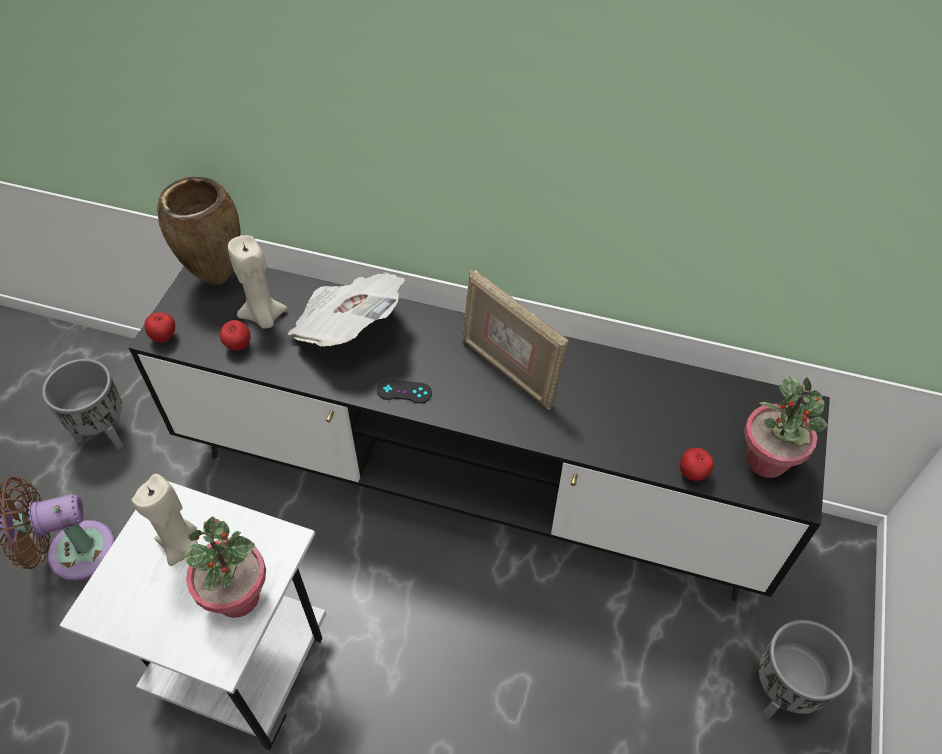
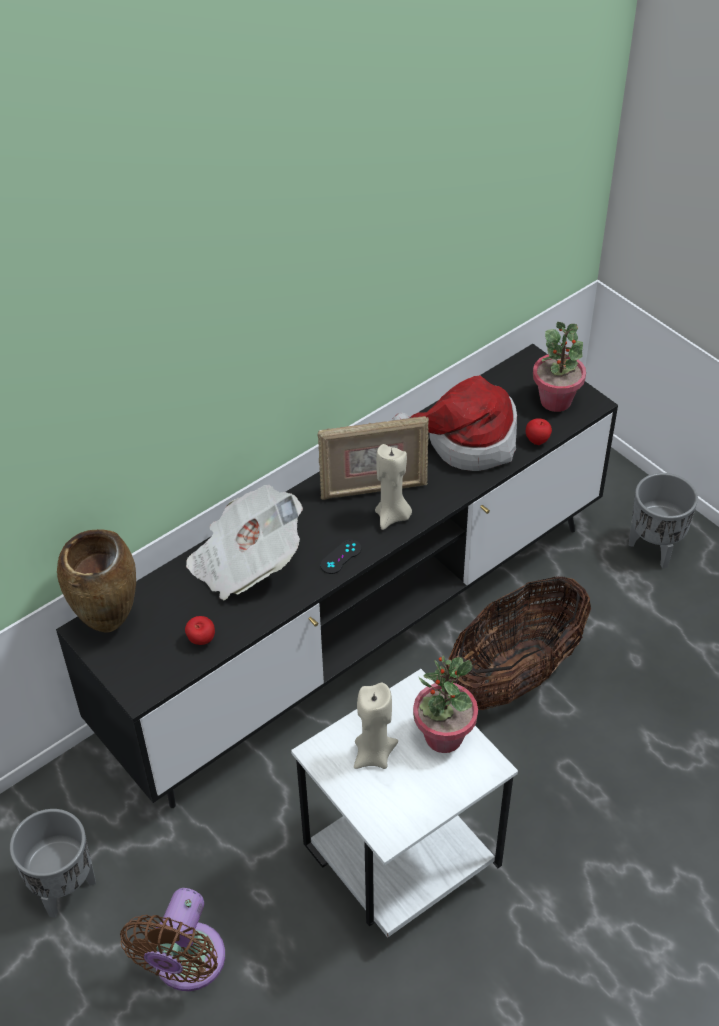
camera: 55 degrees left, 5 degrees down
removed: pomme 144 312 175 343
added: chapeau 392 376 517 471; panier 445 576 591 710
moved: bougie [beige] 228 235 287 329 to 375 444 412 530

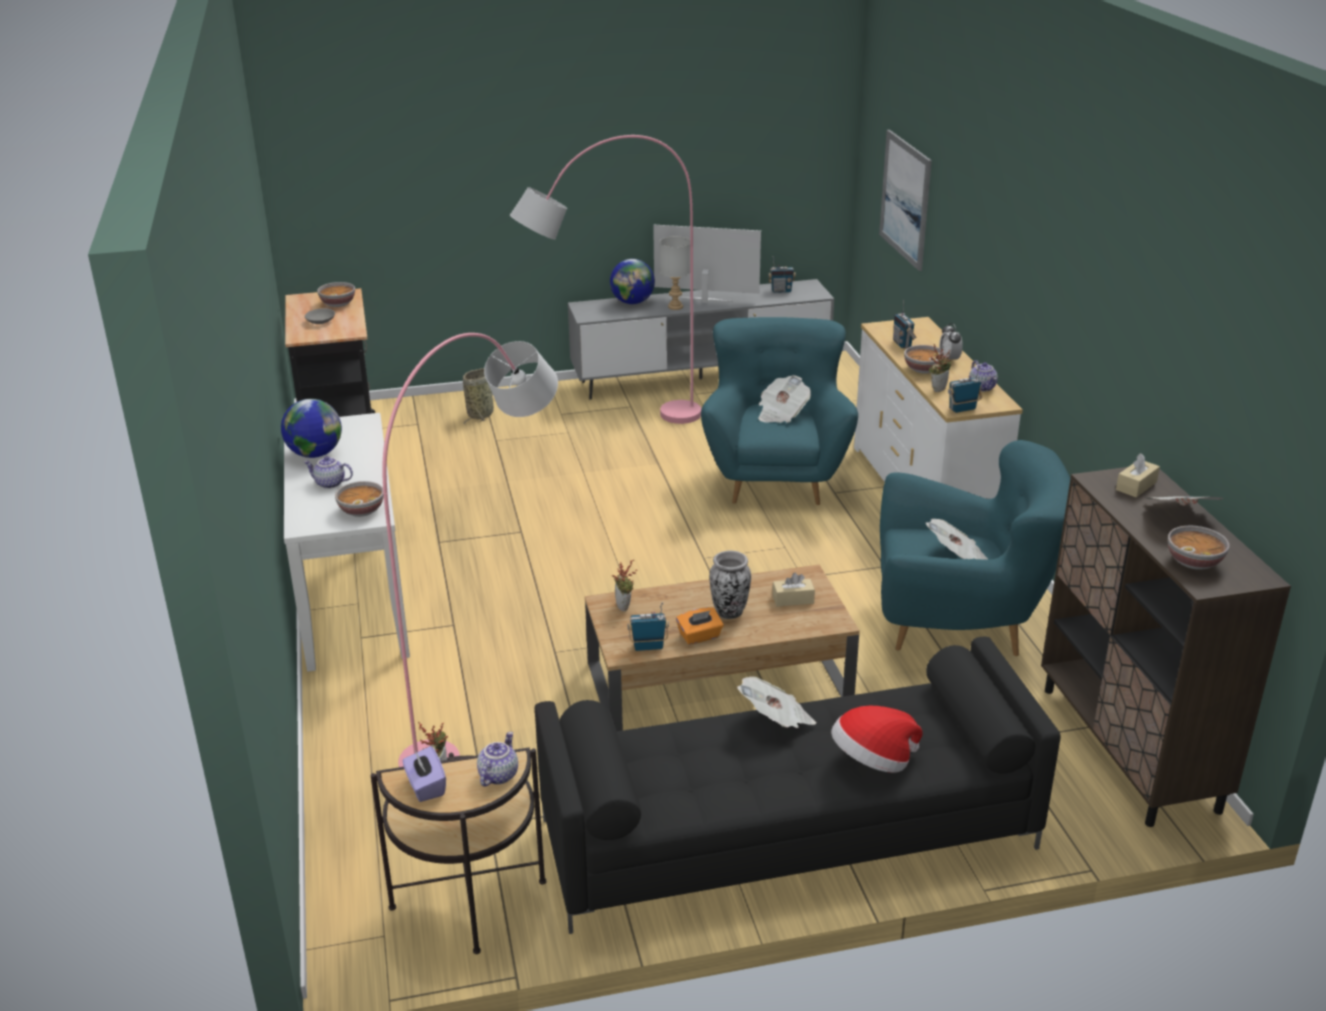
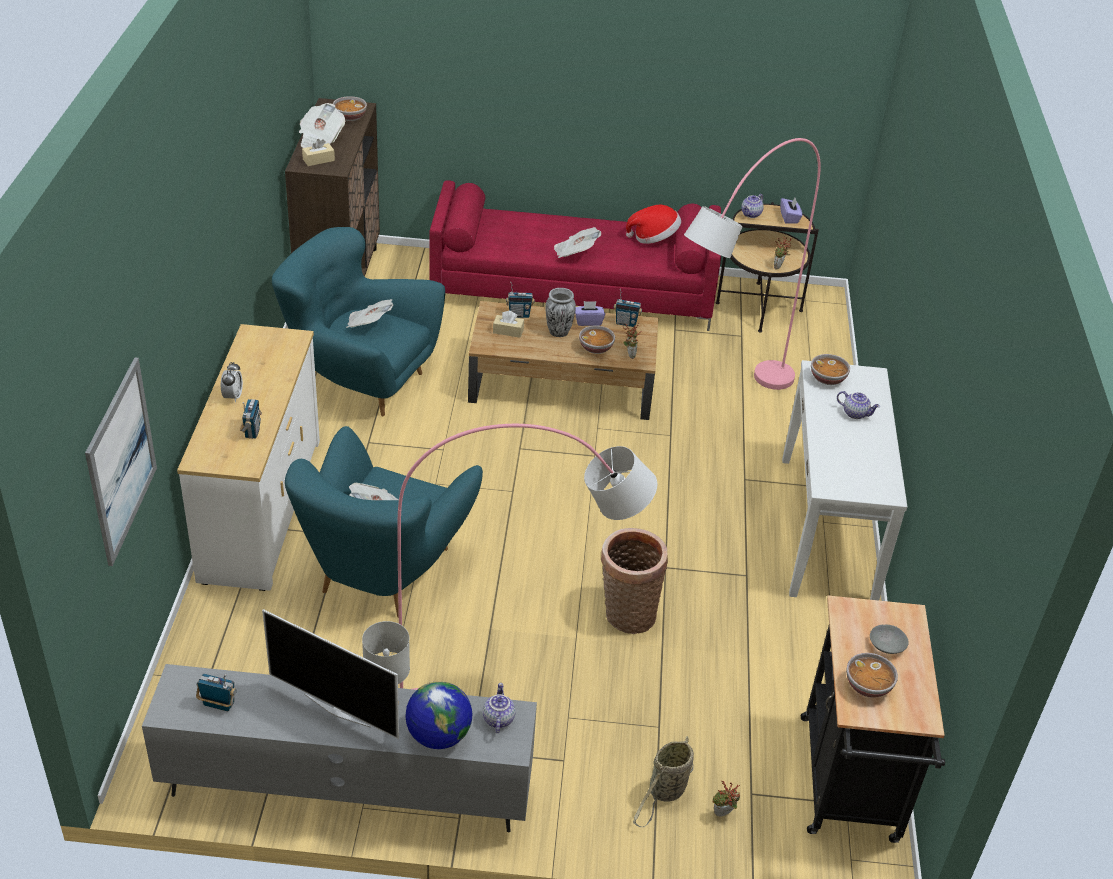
camera: 165 degrees left, 10 degrees up
removed: globe 281 399 342 458
added: panier 601 528 668 634
moved: chapeau 831 706 923 773 to 626 205 681 244; bol 904 345 946 373 to 579 325 615 354; plante en pot 929 344 952 392 to 712 781 740 817; radio 948 365 982 413 to 506 282 534 318; théière 969 360 998 392 to 483 683 516 733
recoloured: canapé [noir] 535 636 1060 934 to canapé [rouge] 430 180 721 331; boîte à mouchoirs [orange] 676 607 724 645 to boîte à mouchoirs [violet] 575 301 605 326

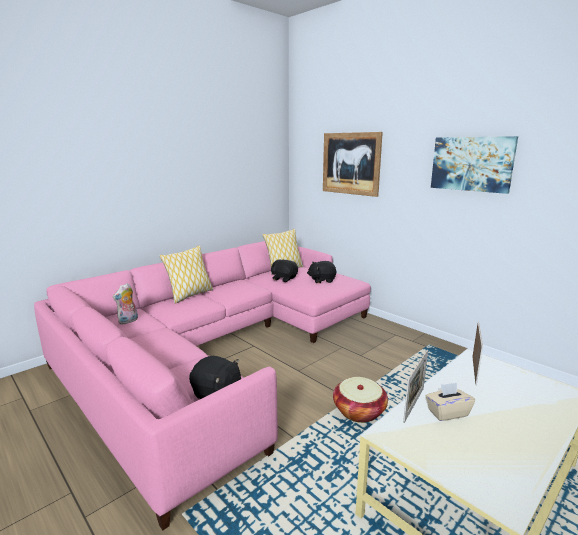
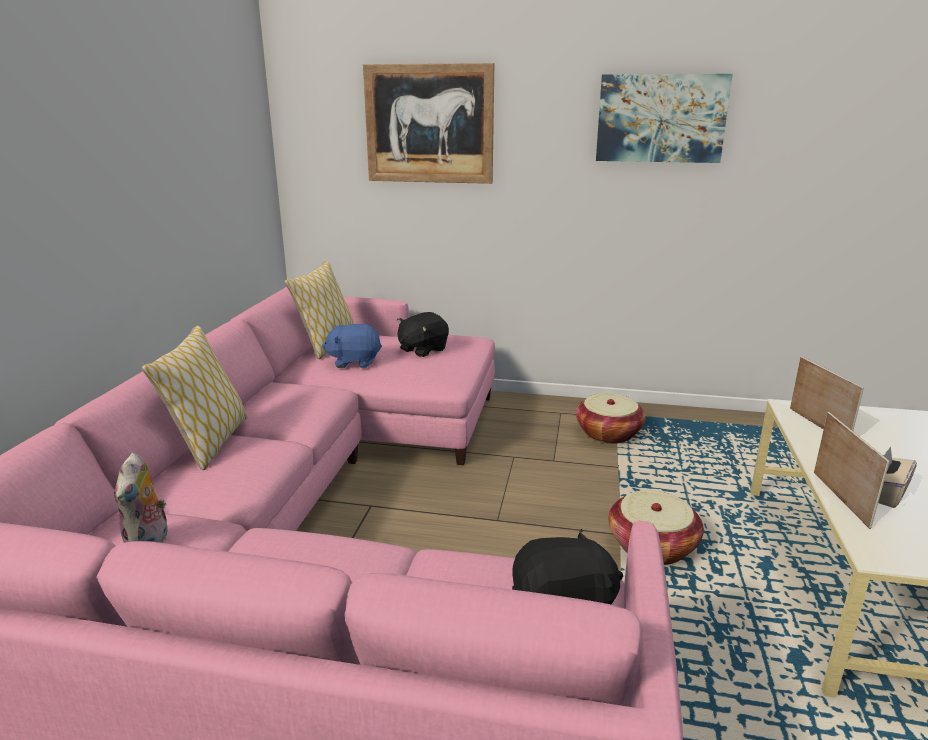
camera: 35 degrees left, 5 degrees up
added: panier 576 393 645 444
recoloured: peluche [noir] 271 259 298 282 to peluche [bleu] 322 324 382 368

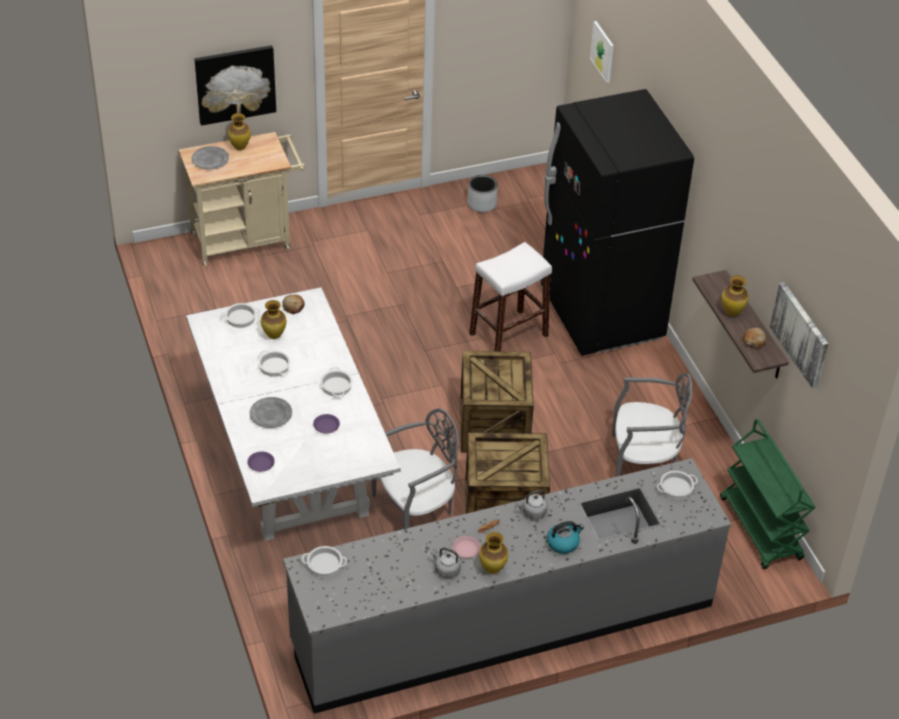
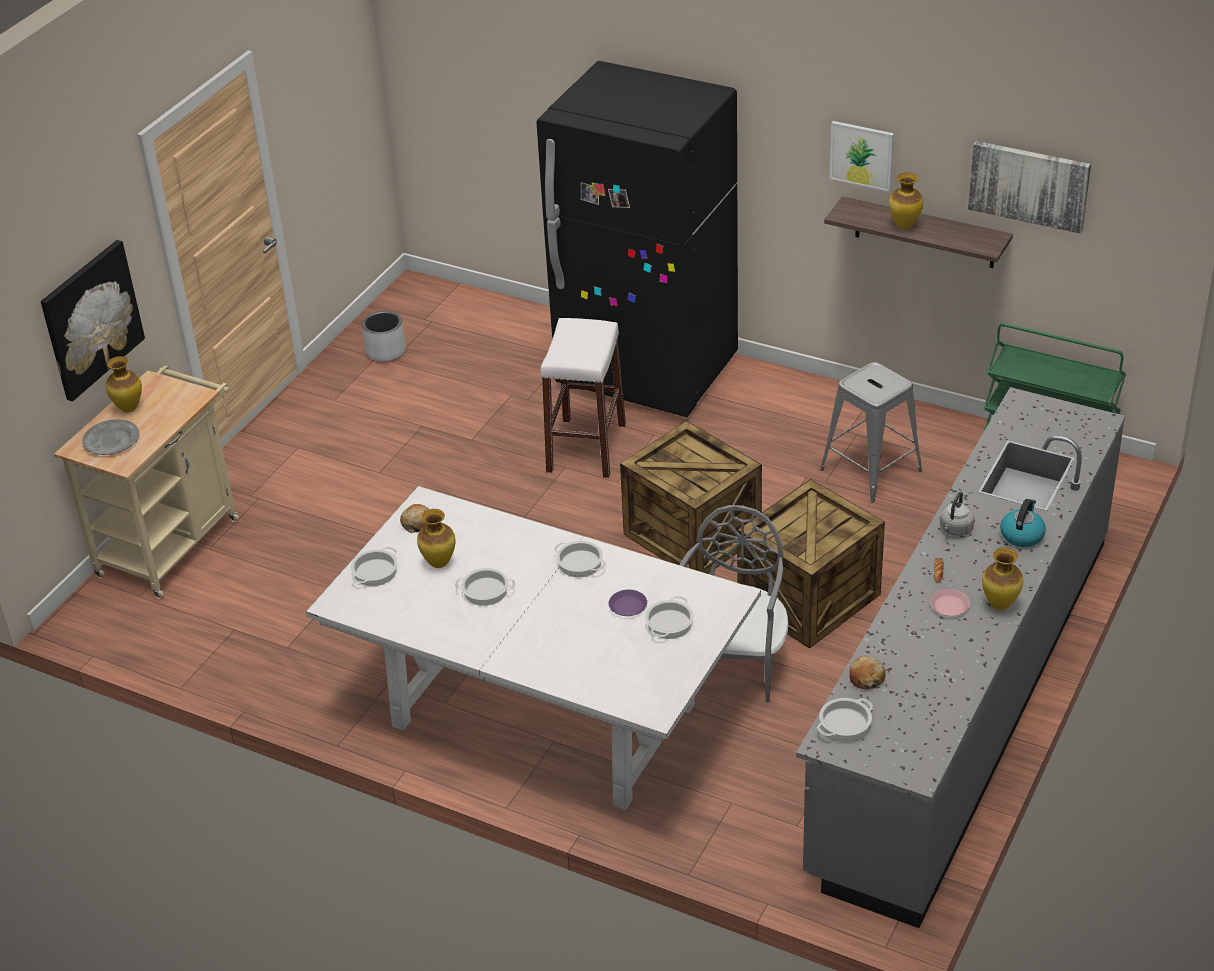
camera: 40 degrees left, 5 degrees down
removed: assiette [violet] 247 451 275 472; assiette [gris] 250 397 292 428; bouilloire [gris] 431 548 461 578
moved: tableau 590 21 614 83 to 830 121 894 192; marmite 657 471 698 500 to 645 596 694 639; pain 743 327 767 349 to 849 656 885 690
replaced: chaise [gris] 612 373 692 477 to tabouret [gris] 820 362 922 503

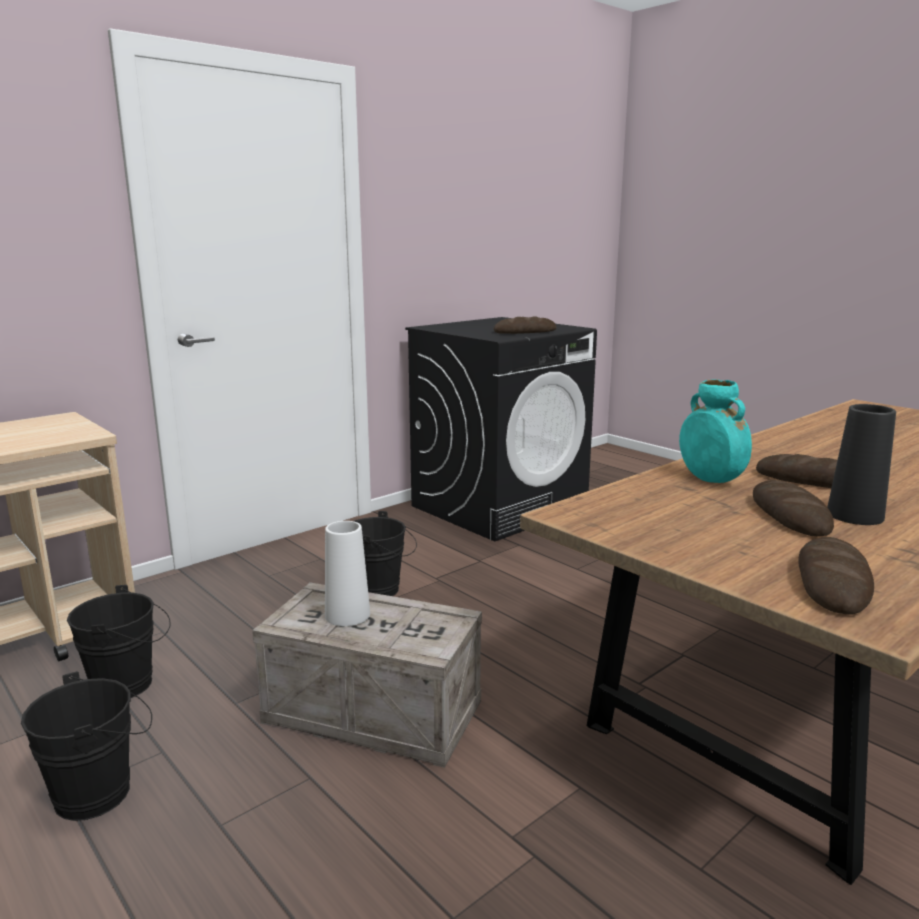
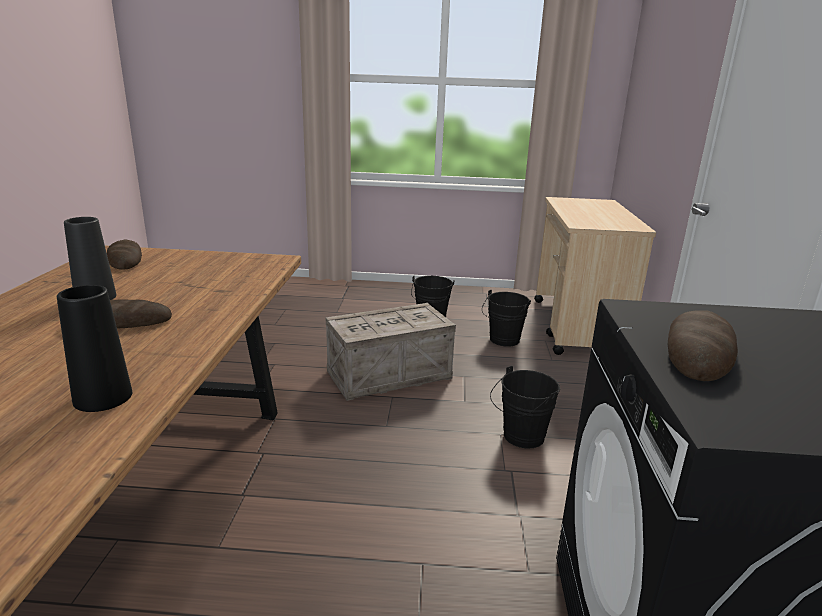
camera: 135 degrees right, 5 degrees up
removed: vase [blanc] 325 521 370 626; vase [turquoise] 679 379 752 483; pain 753 480 834 536
added: vase [noir] 57 285 132 412

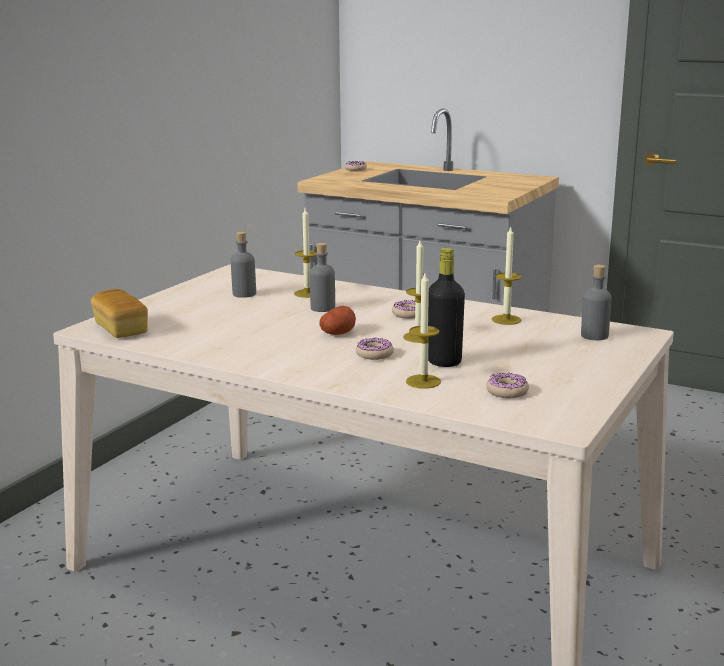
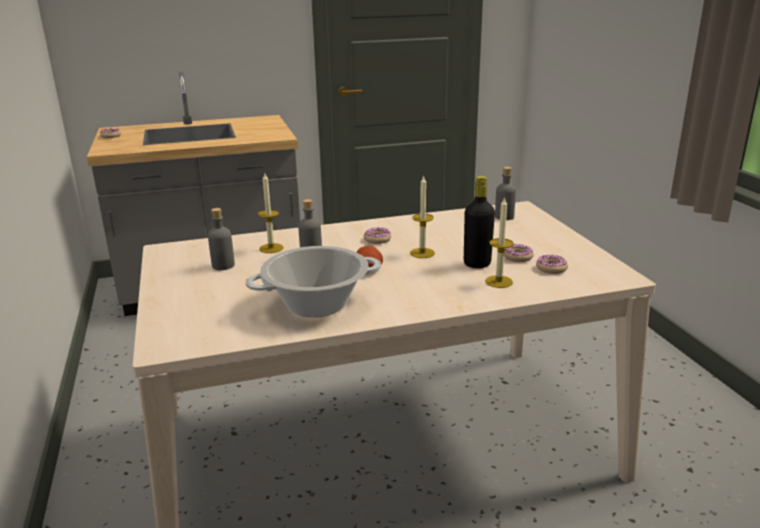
camera: 45 degrees left, 5 degrees up
removed: pain 91 289 148 338; bougie 492 227 522 325
added: marmite 245 246 381 317
moved: beignet 356 337 394 360 to 504 244 534 262

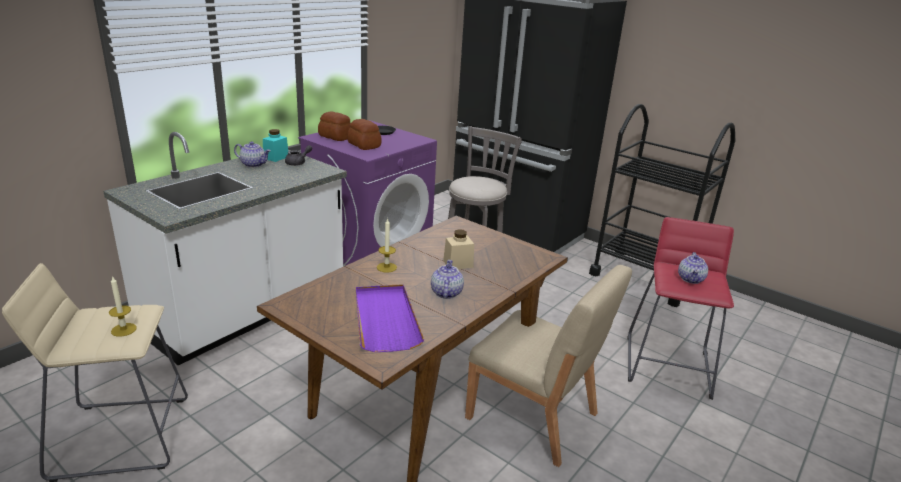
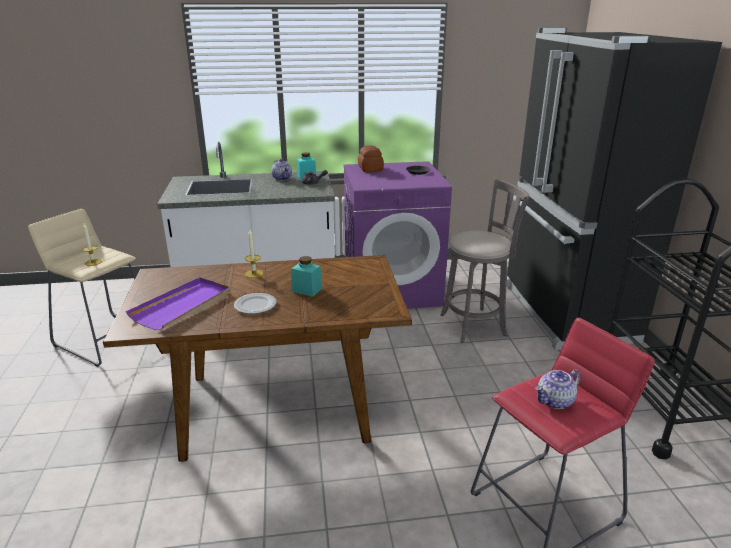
camera: 45 degrees right, 0 degrees up
removed: pain 347 119 381 150; chaise [beige] 465 265 632 467
replaced: théière 431 260 464 299 to assiette 234 293 277 314
recoloured: bocal [beige] 443 229 474 269 to bocal [turquoise] 291 256 322 297

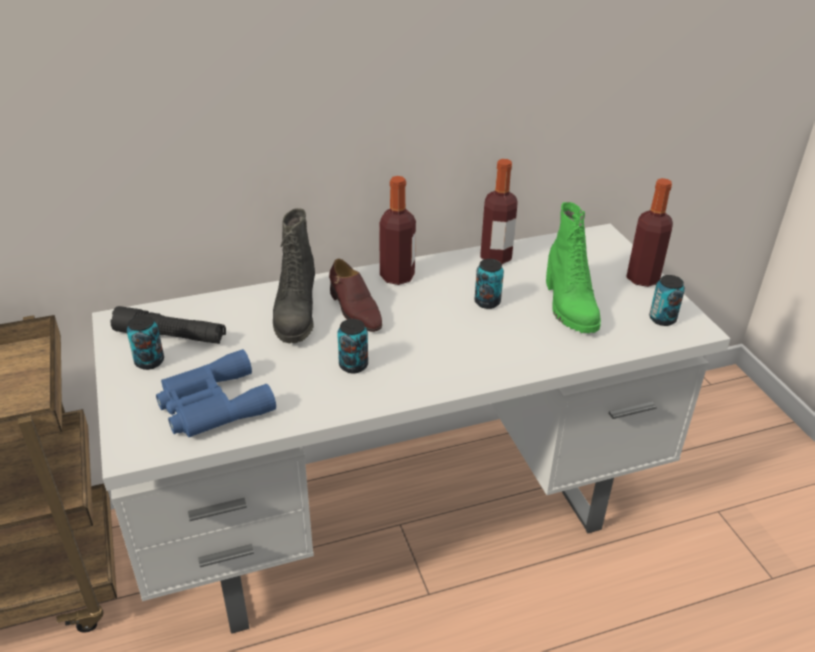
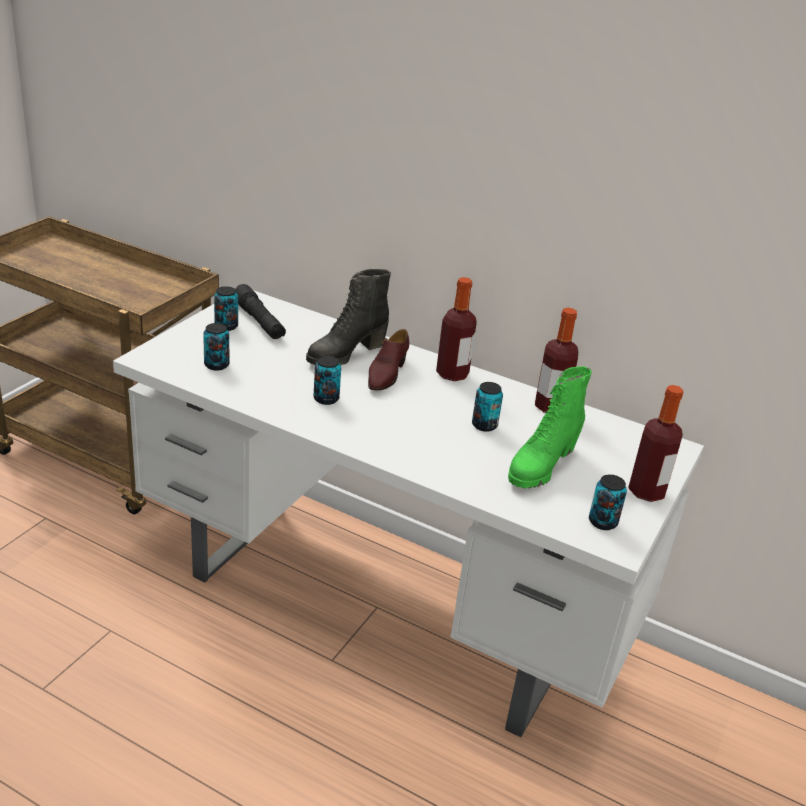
camera: 45 degrees right, 5 degrees down
replaced: jumelles [bleu] 156 349 276 437 to boîte métallique 203 323 229 371

